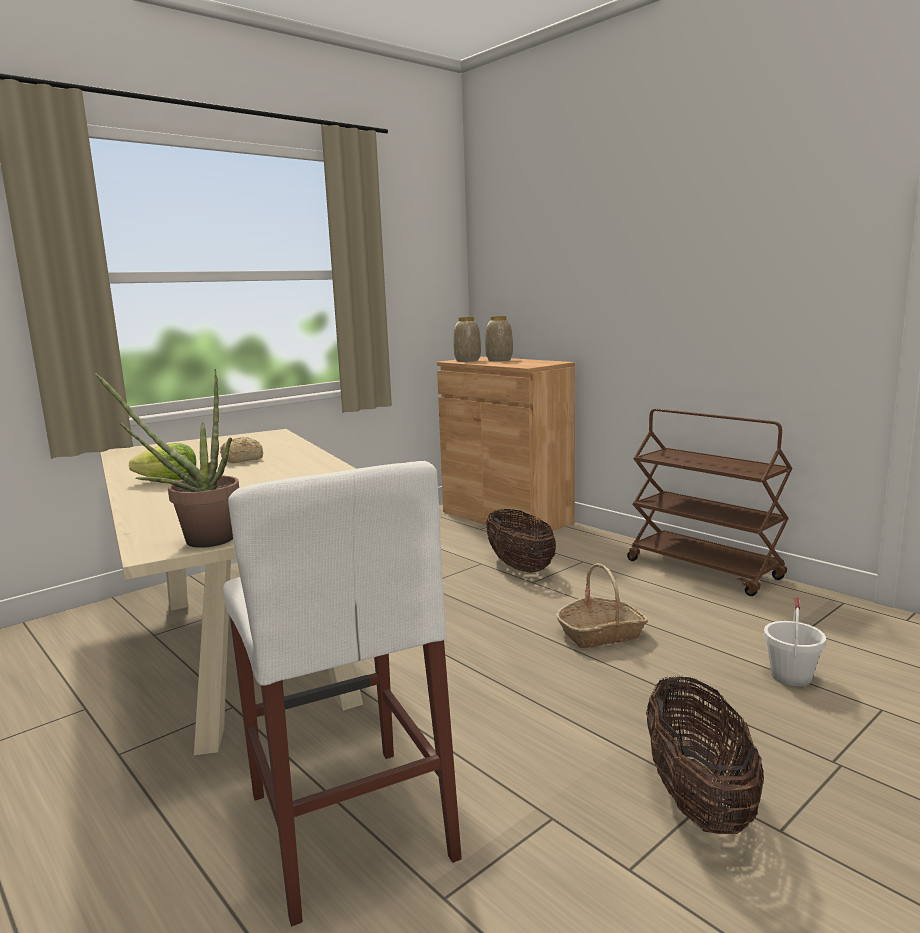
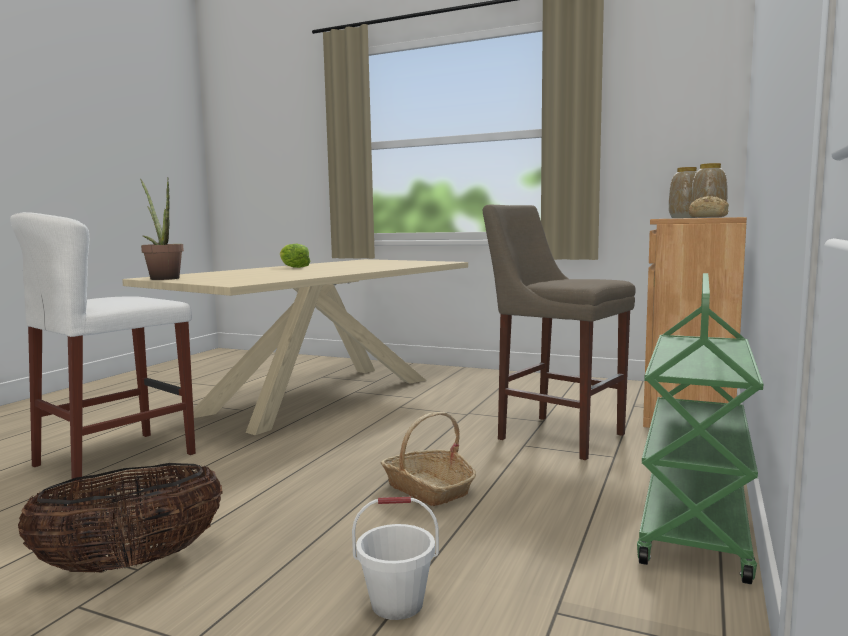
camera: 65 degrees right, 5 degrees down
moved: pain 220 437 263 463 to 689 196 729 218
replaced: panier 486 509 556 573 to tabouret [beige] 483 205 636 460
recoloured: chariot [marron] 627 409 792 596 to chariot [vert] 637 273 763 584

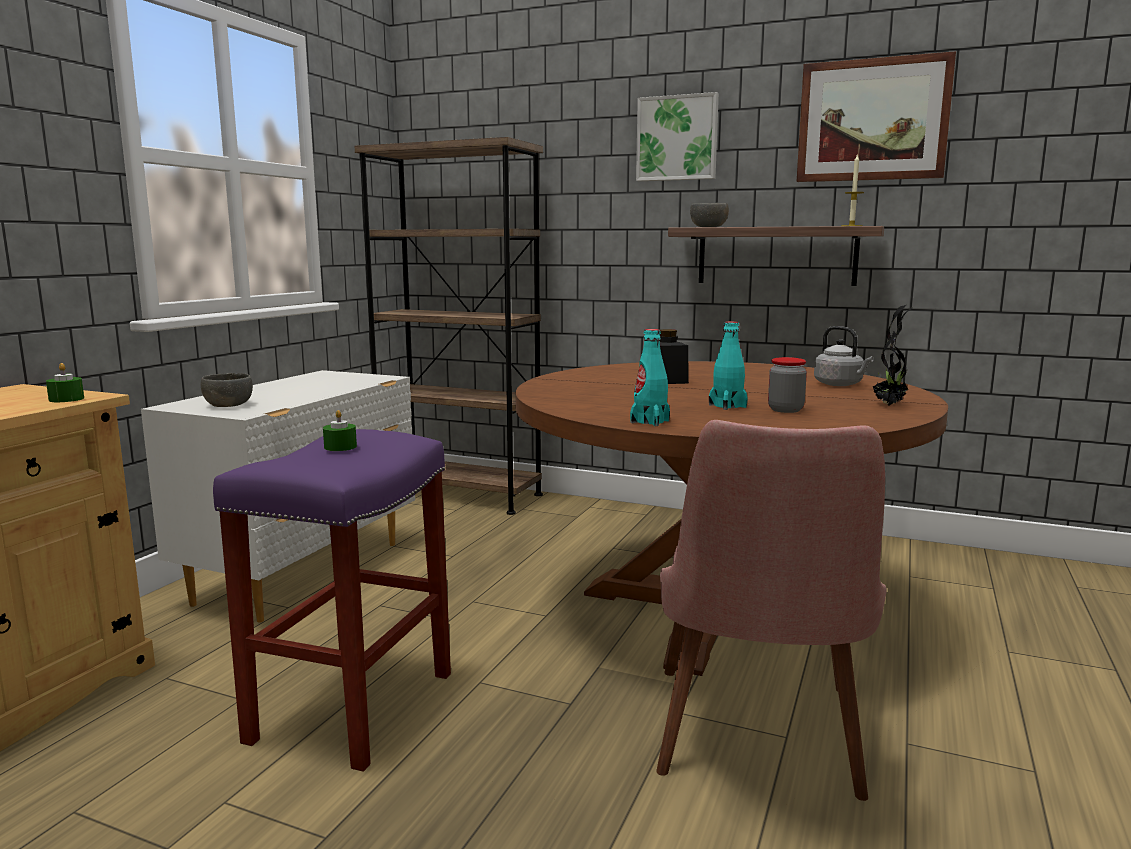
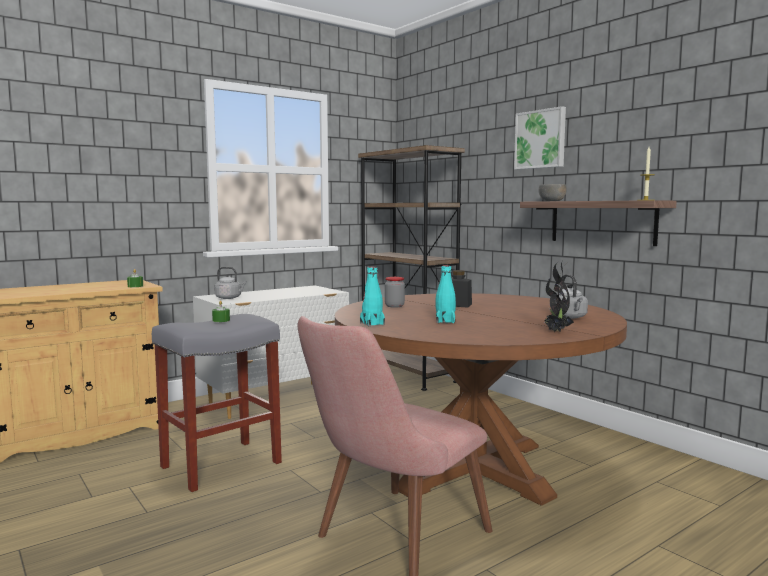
camera: 30 degrees right, 5 degrees down
removed: tableau 797 51 956 182
moved: bocal 768 357 807 413 to 385 277 405 307
replaced: bol [gris] 201 373 253 407 to bouilloire [gris] 214 267 247 299
recoloured: tabouret [violet] 213 429 451 772 to tabouret [gris] 152 314 282 492

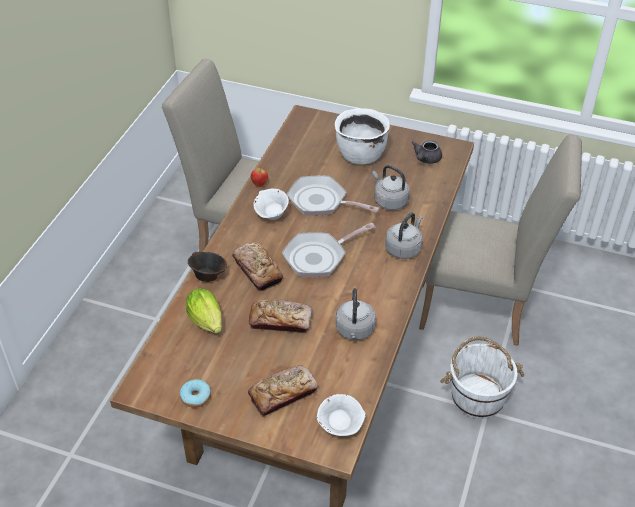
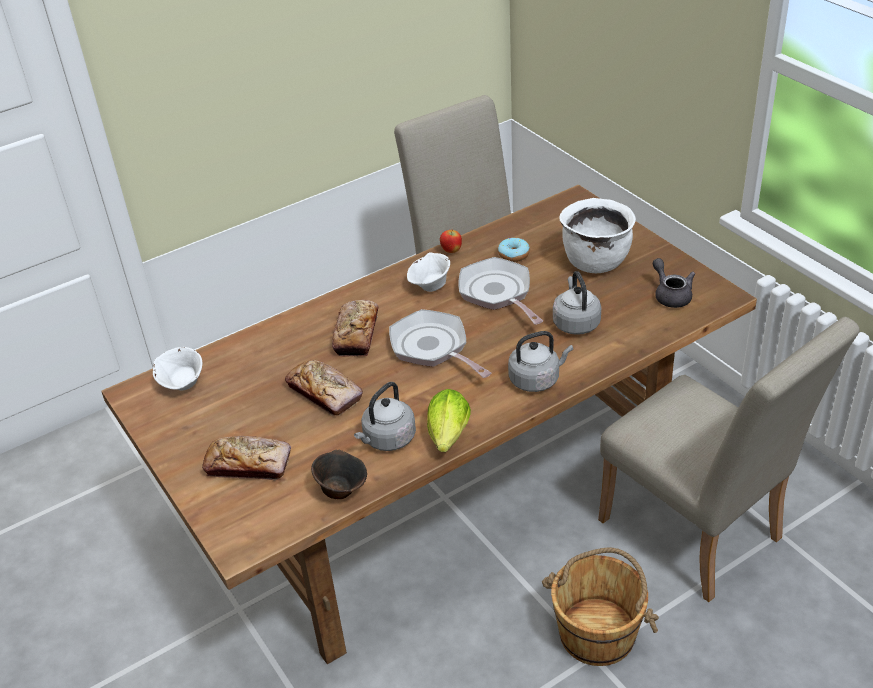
camera: 40 degrees right, 5 degrees down
moved: beignet 180 379 211 408 to 498 238 530 262; laitue 186 288 222 333 to 427 389 471 452; bol [marron] 188 252 227 282 to 311 449 367 499; bol [blanc] 317 394 366 436 to 153 347 202 390
recoloured: seau [blanc] 440 337 524 419 to seau [marron] 542 547 659 666
turned: poêle 282 223 375 277 = 389 309 491 378 45 degrees clockwise; théière [gris] 412 140 442 164 = 653 258 695 308 90 degrees clockwise

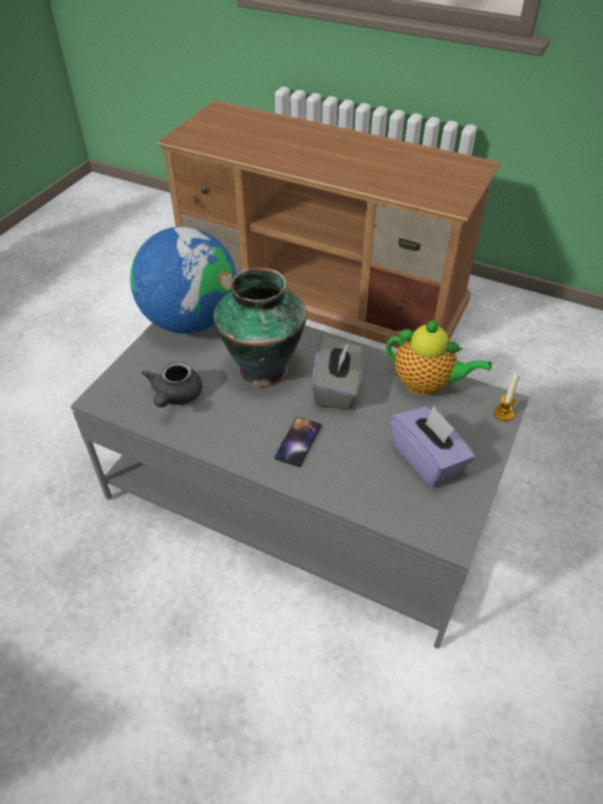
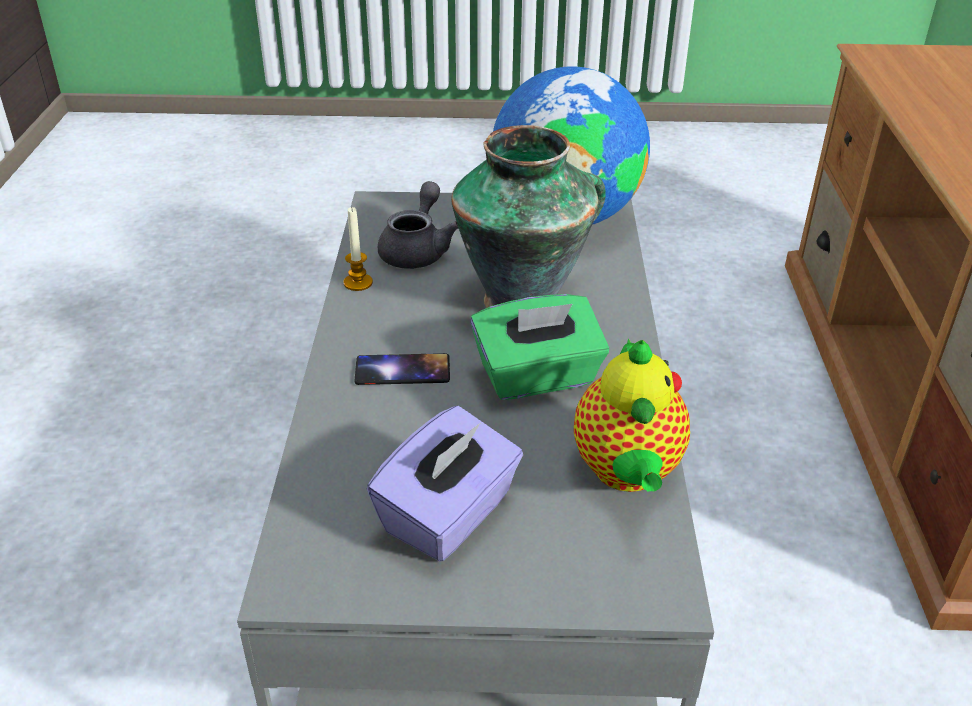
camera: 65 degrees right, 10 degrees down
moved: bougie 494 371 520 421 to 343 207 373 291
recoloured: boîte à mouchoirs [gris] 312 336 363 409 to boîte à mouchoirs [vert] 470 294 609 400
turned: théière [gris] 142 361 202 407 = 378 181 458 269 120 degrees clockwise

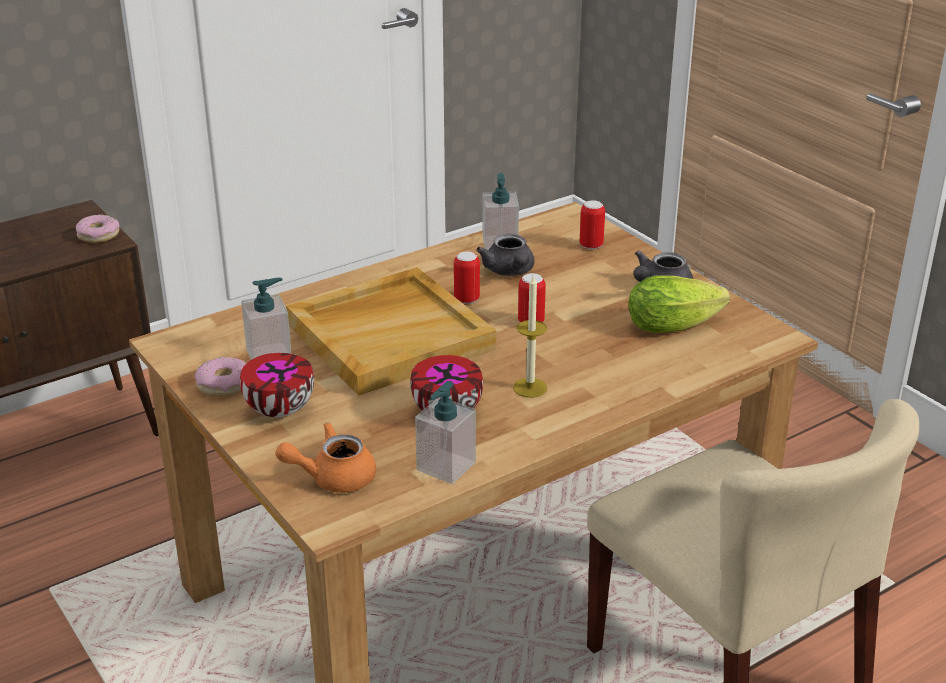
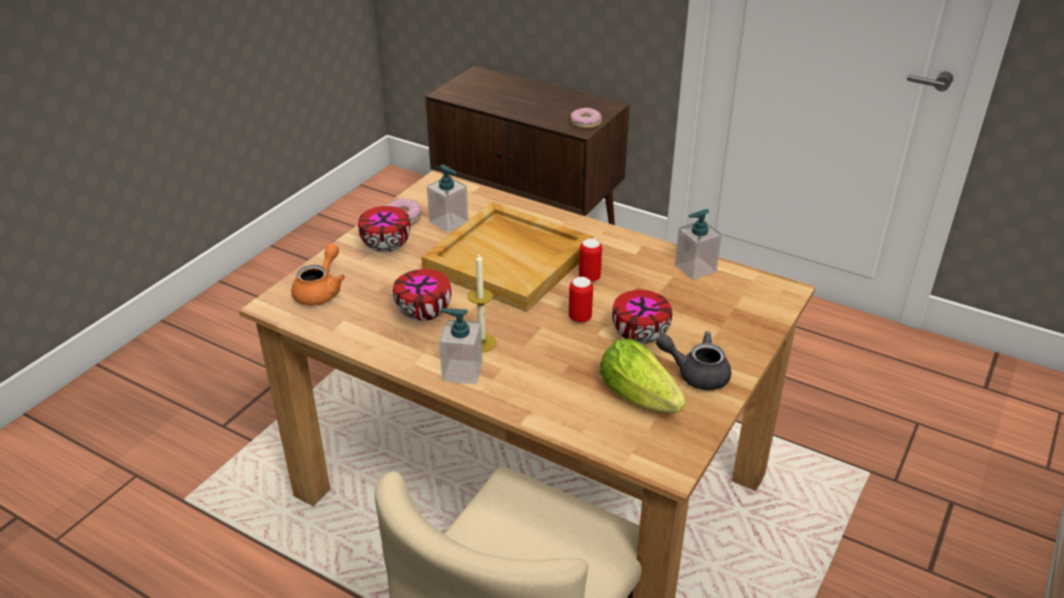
camera: 65 degrees right, 5 degrees up
removed: théière [gris] 476 234 534 276; boîte métallique 580 200 605 250
added: bol 612 290 672 344
moved: distributeur de savon 415 381 476 484 to 439 308 483 384
turned: théière [orange] 275 422 376 493 = 291 244 345 306 60 degrees clockwise

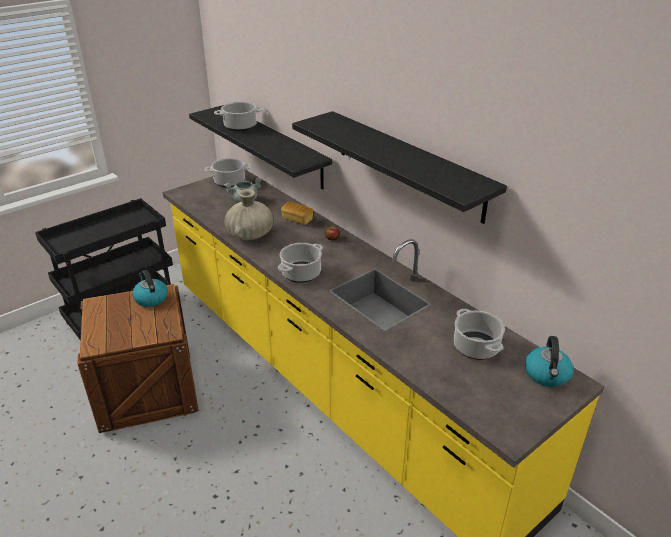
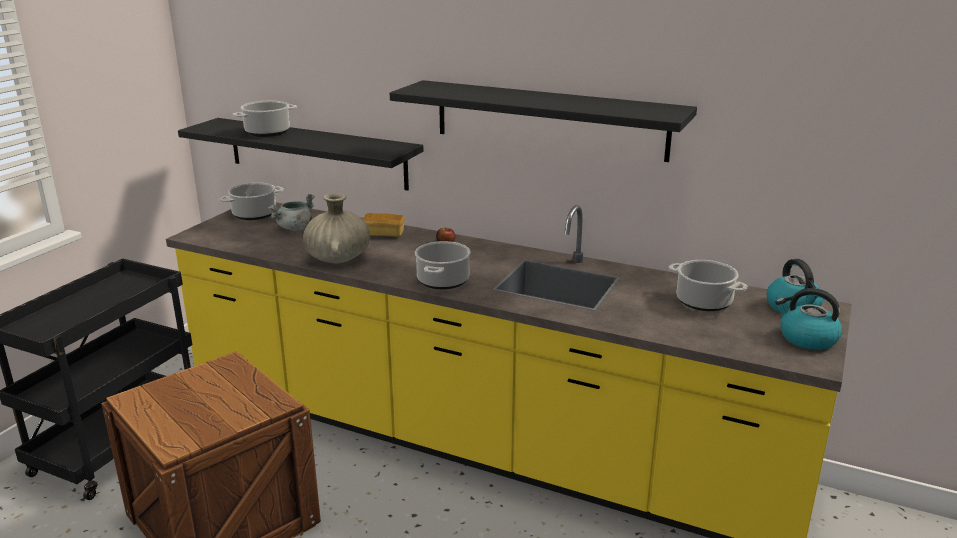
camera: 25 degrees left, 10 degrees down
moved: bouilloire 132 270 168 307 to 775 288 842 350

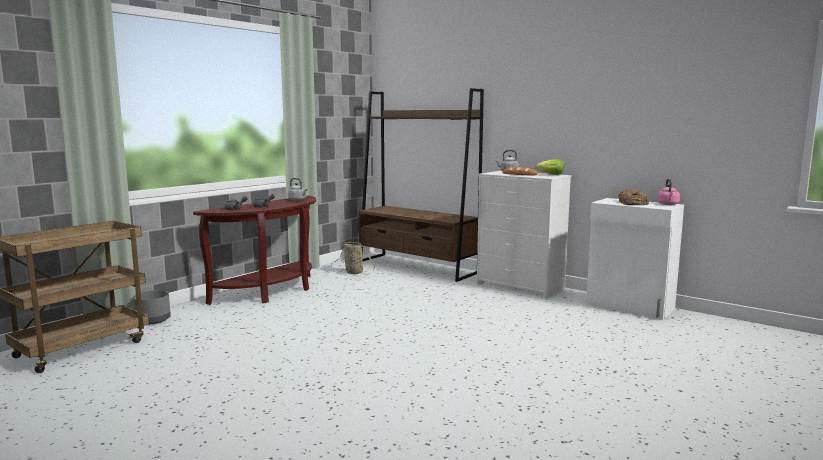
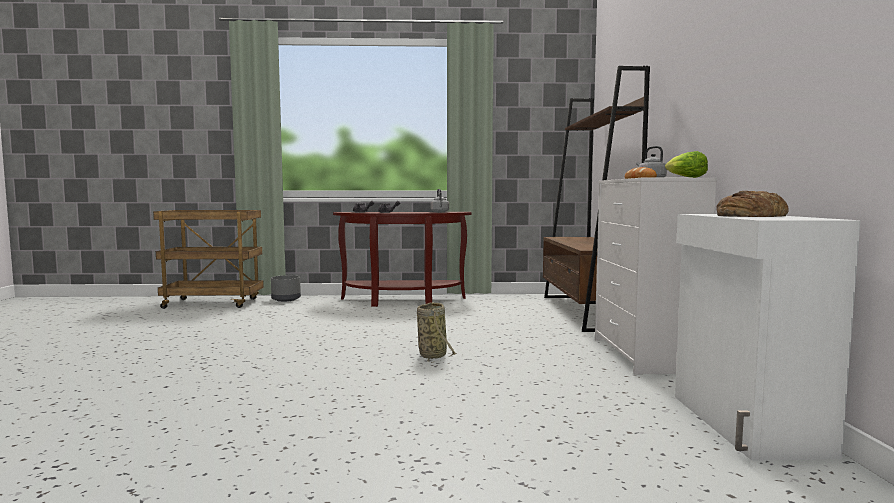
camera: 50 degrees right, 5 degrees down
removed: bouilloire [rose] 657 179 680 205
moved: panier 331 242 375 274 to 417 302 457 363

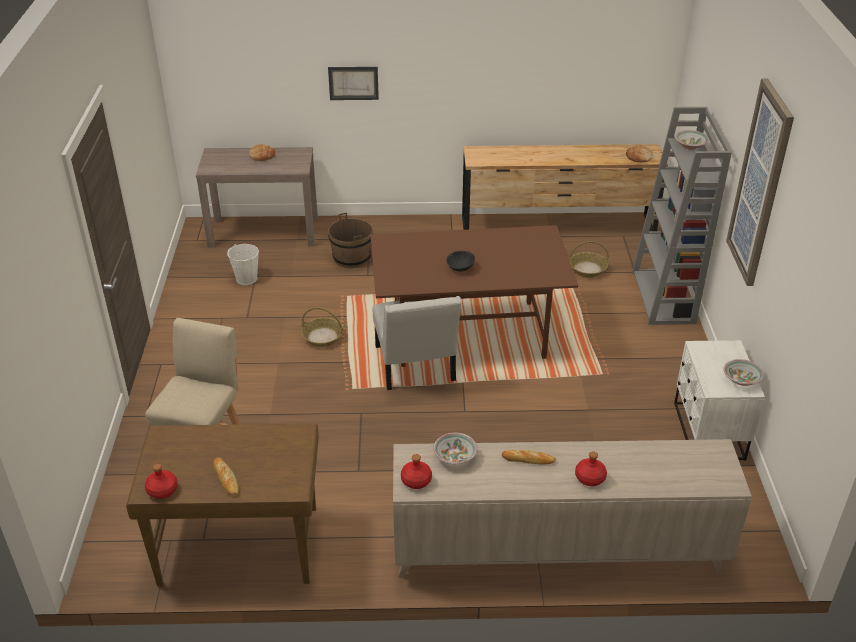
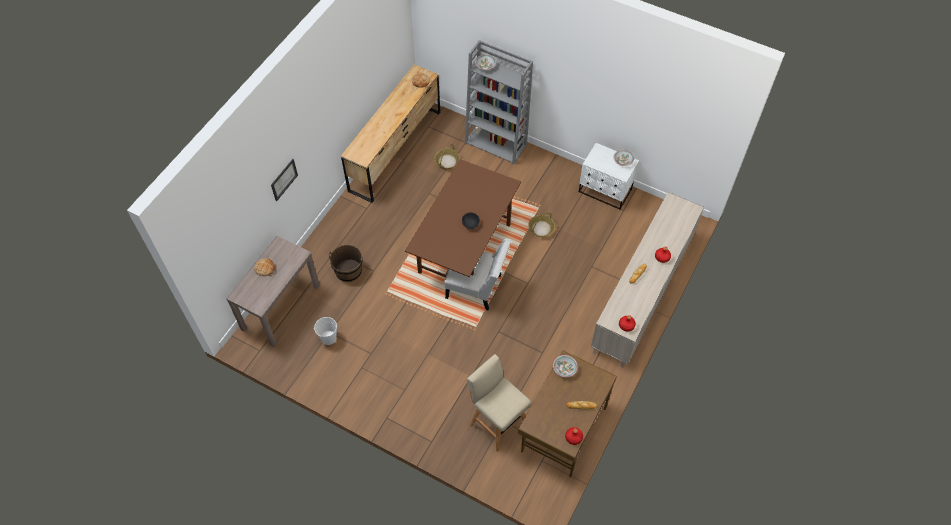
camera: 60 degrees left, 20 degrees up
removed: tableau 726 78 794 286
moved: panier 301 307 344 347 to 528 212 555 237; bol 433 433 478 464 to 553 355 578 377

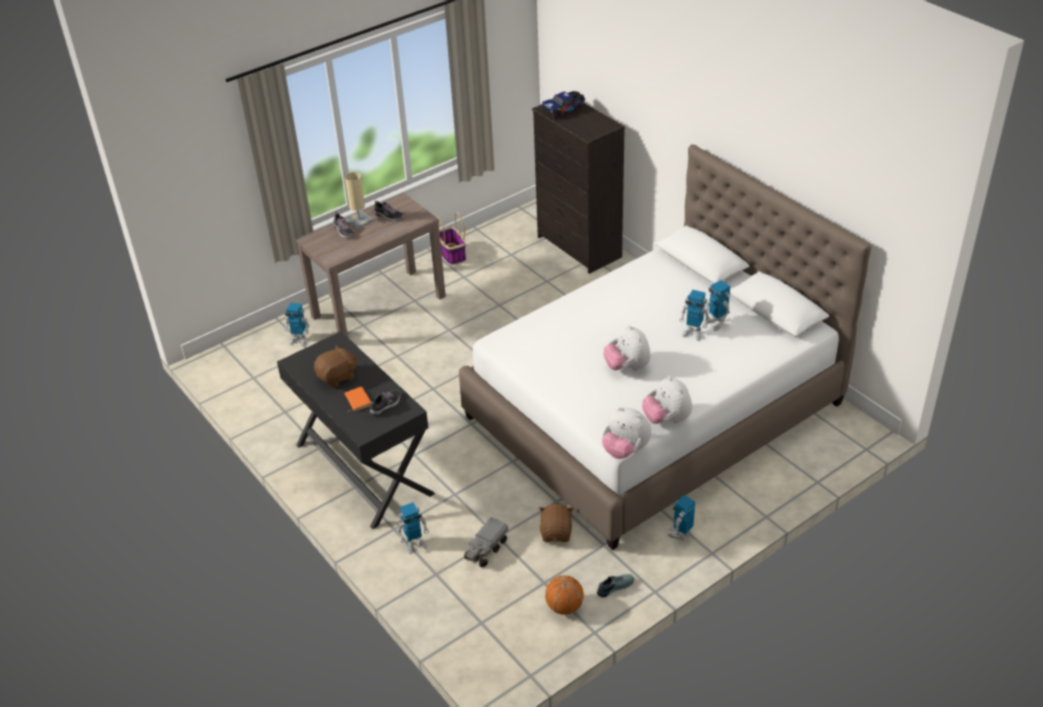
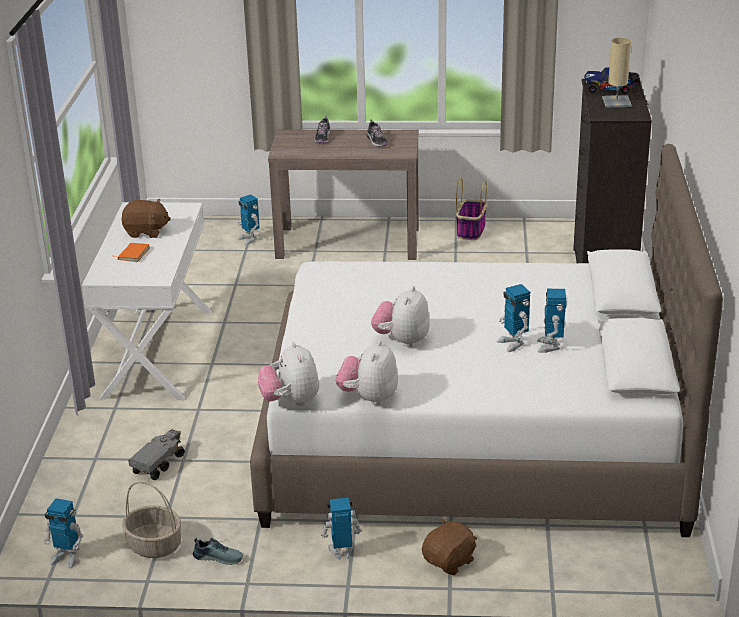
camera: 40 degrees right, 10 degrees down
removed: chaussure 370 389 401 416
moved: lampe de table [beige] 345 172 374 228 to 602 38 632 107; robot jouet 397 502 429 554 to 44 498 83 569; peluche [marron] 539 504 573 542 to 422 519 478 575
replaced: ballon de basket 545 575 584 615 to panier 122 482 181 558
recoloured: bureau [noir] 277 331 435 529 to bureau [blanc] 82 202 212 400
turned: camion jouet 464 518 508 568 = 128 428 185 480 135 degrees clockwise

